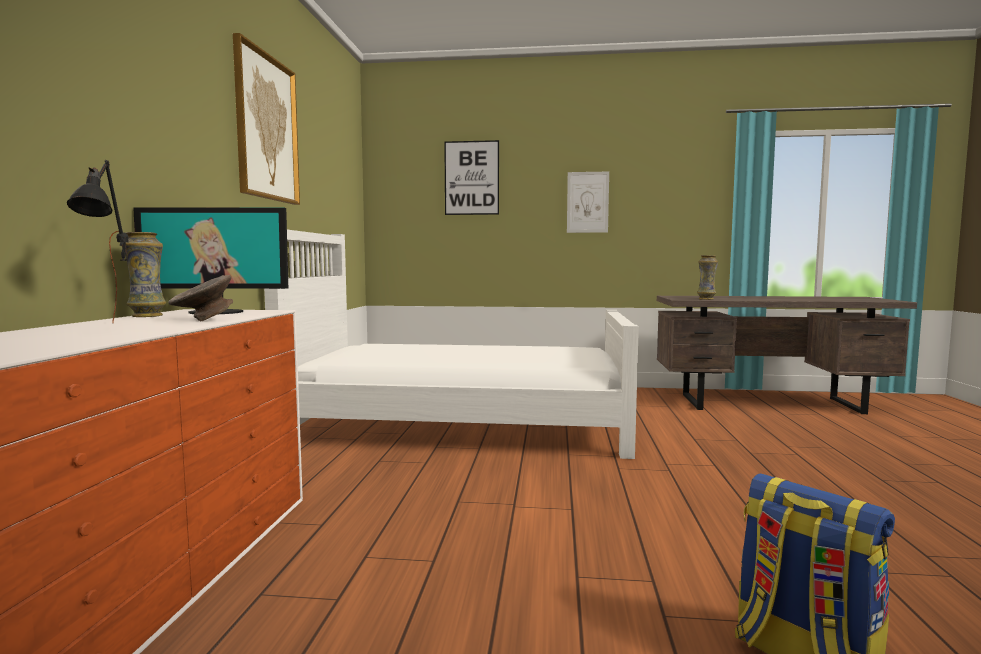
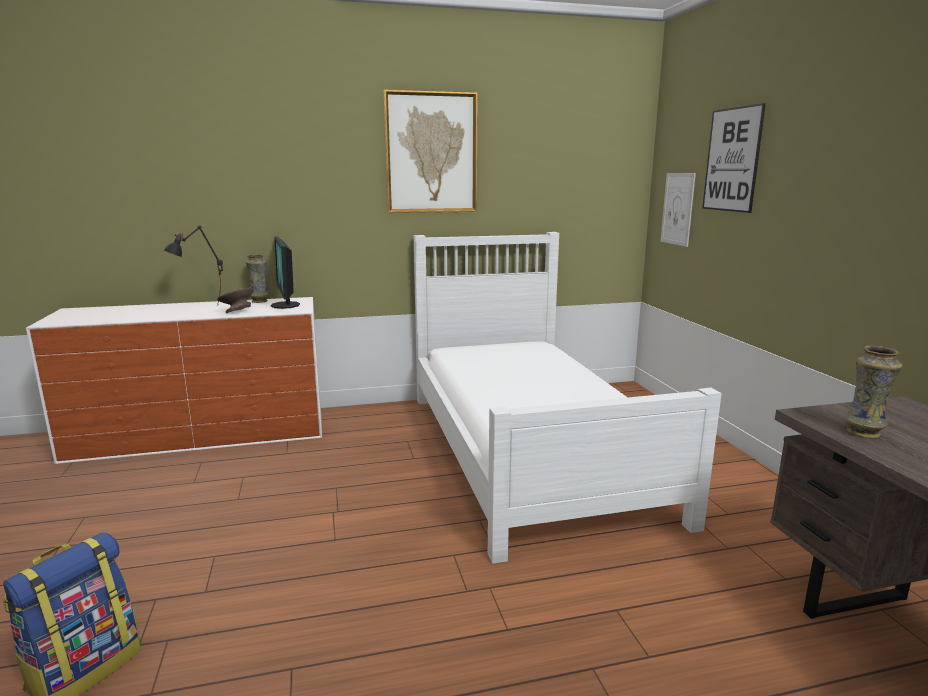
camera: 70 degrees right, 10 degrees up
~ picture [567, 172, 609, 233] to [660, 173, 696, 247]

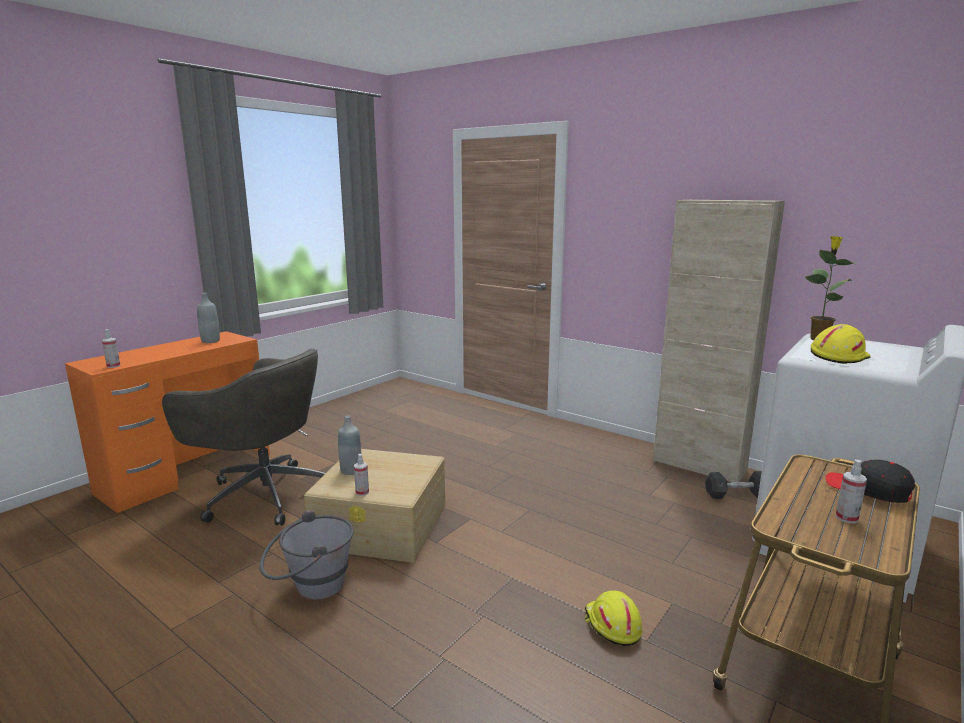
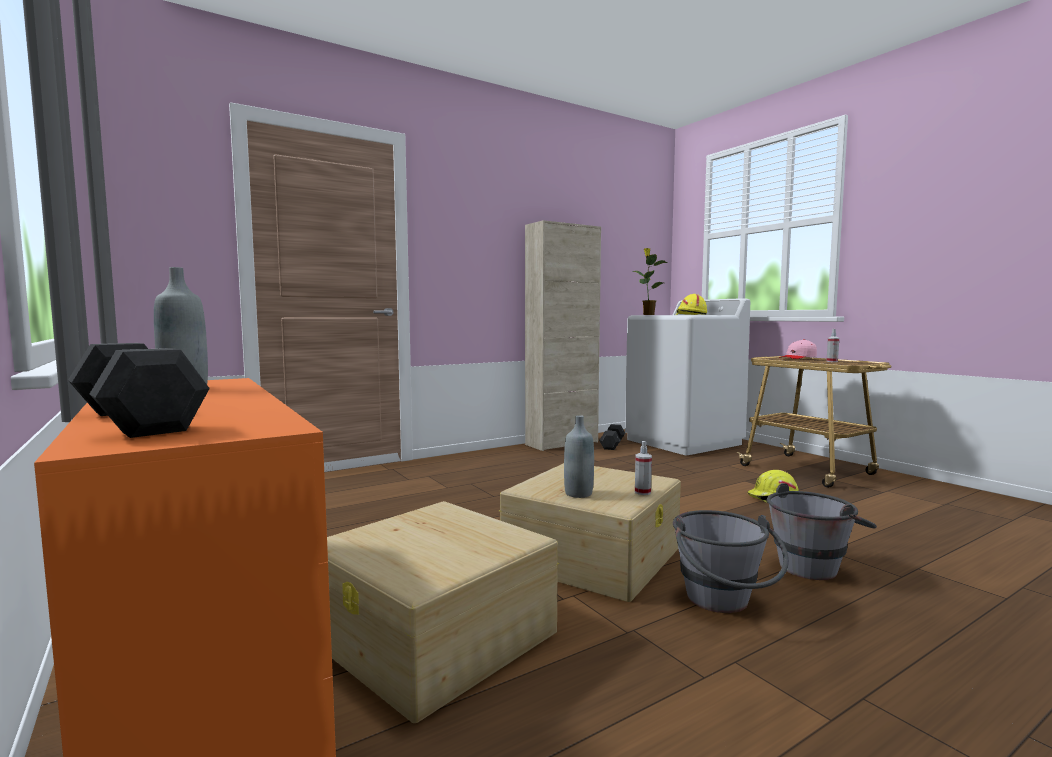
camera: 70 degrees left, 10 degrees down
- spray bottle [102, 329, 121, 368]
+ greyish dumbbell [68, 343, 210, 438]
+ greyish bucket [767, 483, 877, 580]
~ greyish desk chair [162, 349, 326, 526] to beige-coloured storage container [327, 501, 559, 723]
~ blackish peaked cap [826, 460, 915, 503] to pink-coloured peaked cap [779, 339, 817, 359]

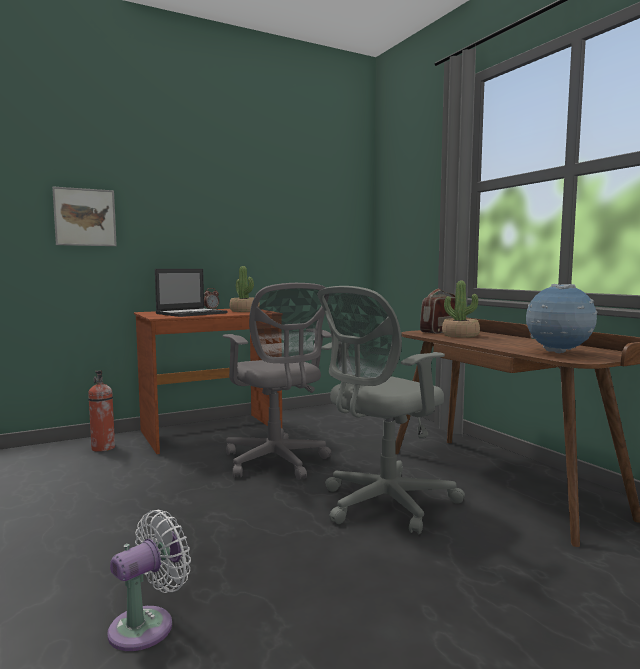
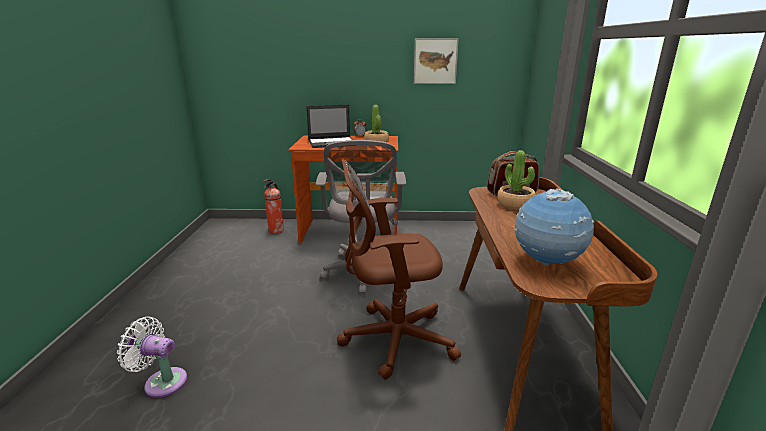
camera: 30 degrees right, 15 degrees up
~ picture [52, 187, 117, 246] to [414, 38, 459, 84]
~ greyish desk chair [318, 286, 465, 535] to brown desk chair [337, 159, 461, 379]
~ white electric fan [107, 510, 191, 651] = [117, 317, 187, 398] 150 degrees counterclockwise

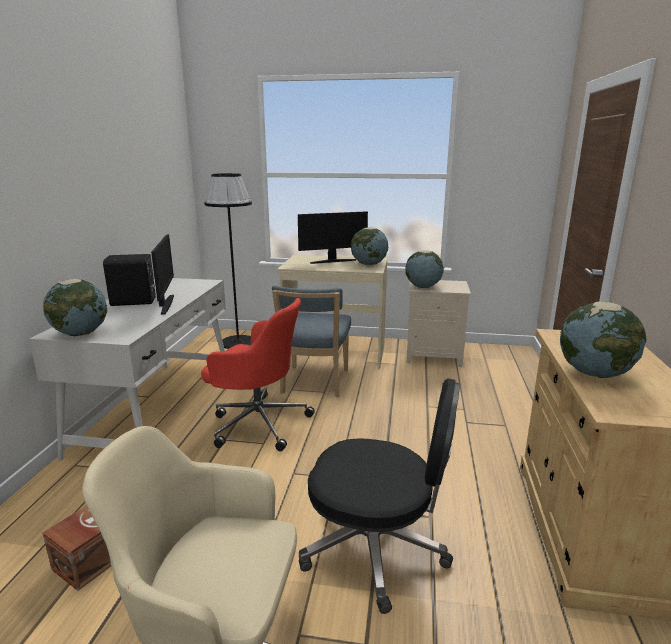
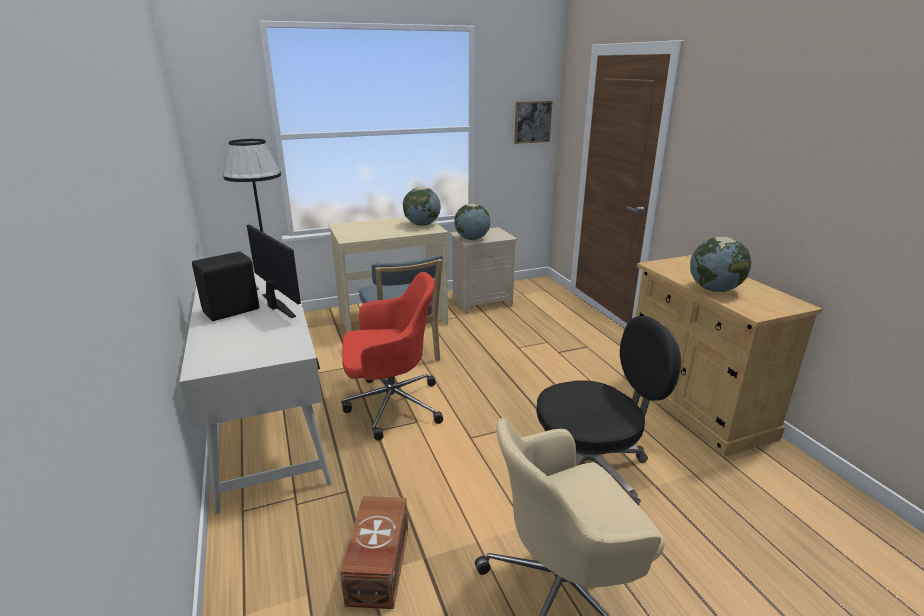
camera: 30 degrees left, 5 degrees up
- world globe [43, 279, 107, 336]
- computer screen [298, 211, 368, 264]
+ picture [514, 101, 553, 144]

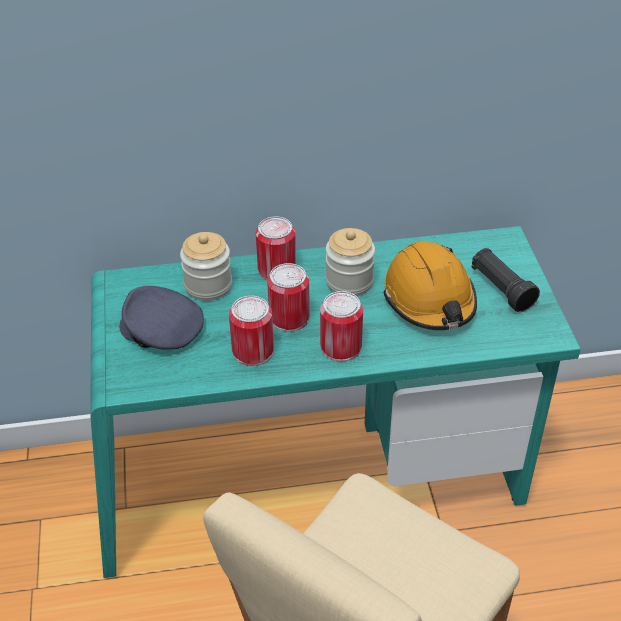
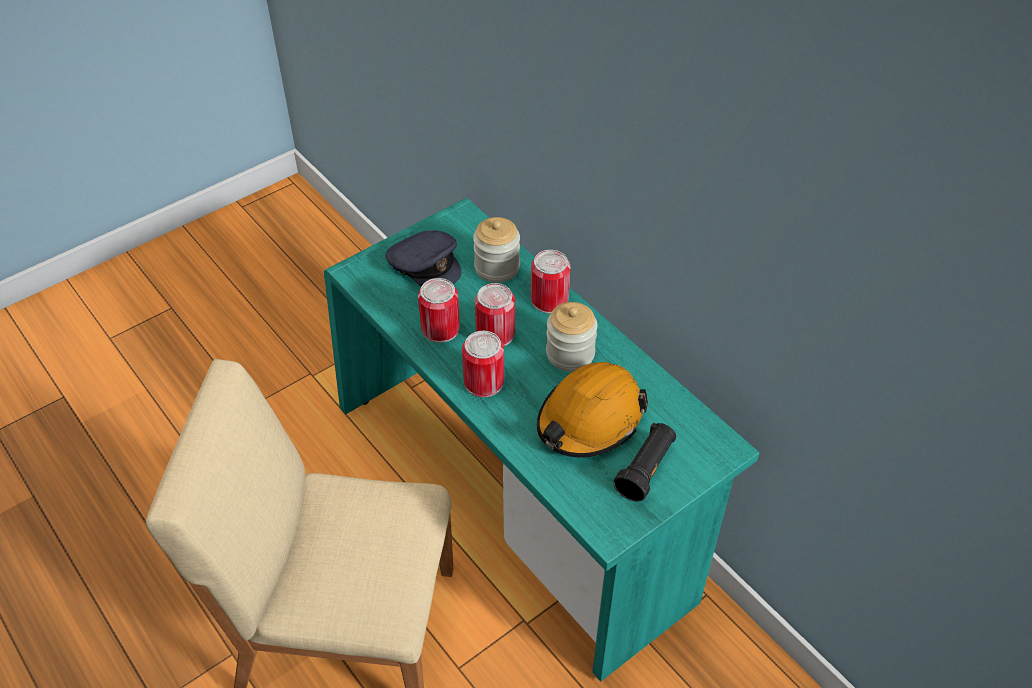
camera: 60 degrees right, 5 degrees up
~ greyish peaked cap [119, 286, 204, 349] = [386, 230, 461, 286] 135 degrees clockwise

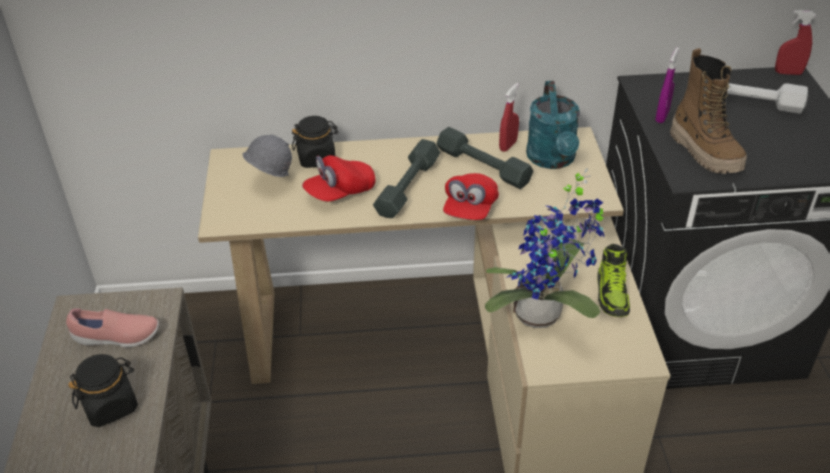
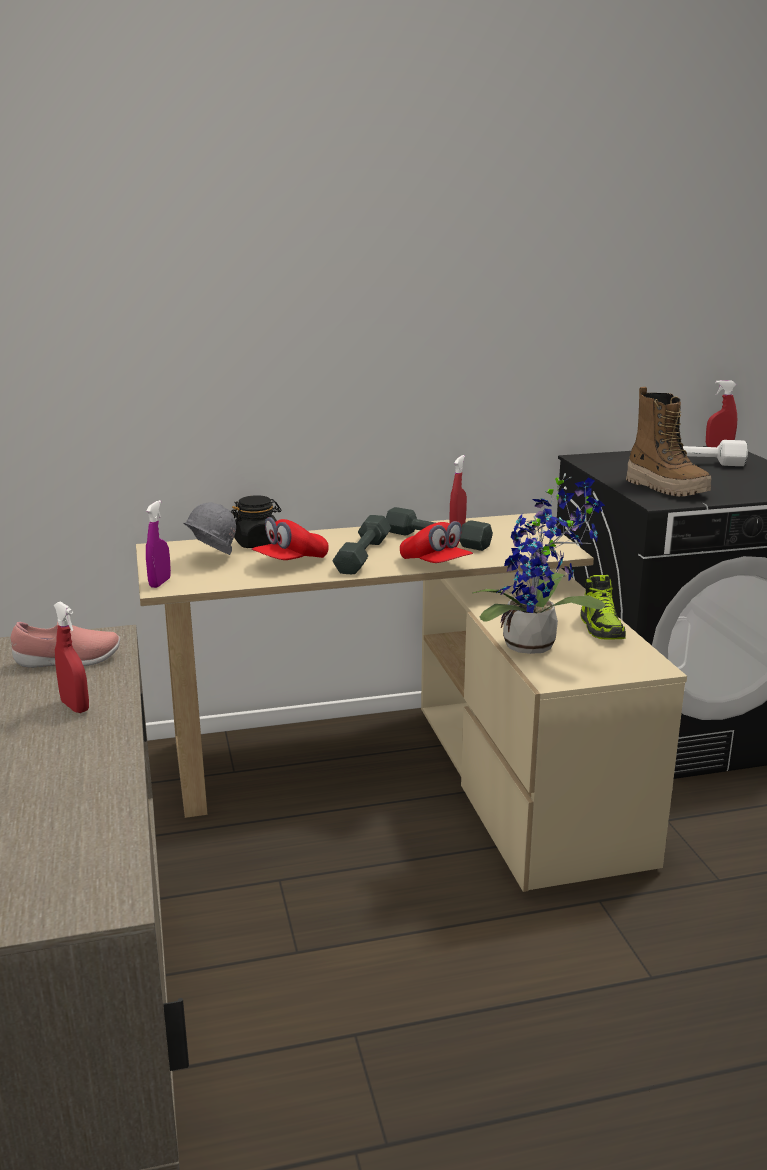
camera: 10 degrees left, 20 degrees down
- turquoise-coloured watering can [526, 81, 580, 169]
~ purple spray bottle [655, 47, 679, 123] to [146, 500, 171, 588]
~ blackish storage jar [68, 354, 138, 427] to reddish spray bottle [54, 601, 89, 713]
~ reddish peaked cap [443, 173, 499, 220] = [400, 521, 473, 563] 45 degrees counterclockwise

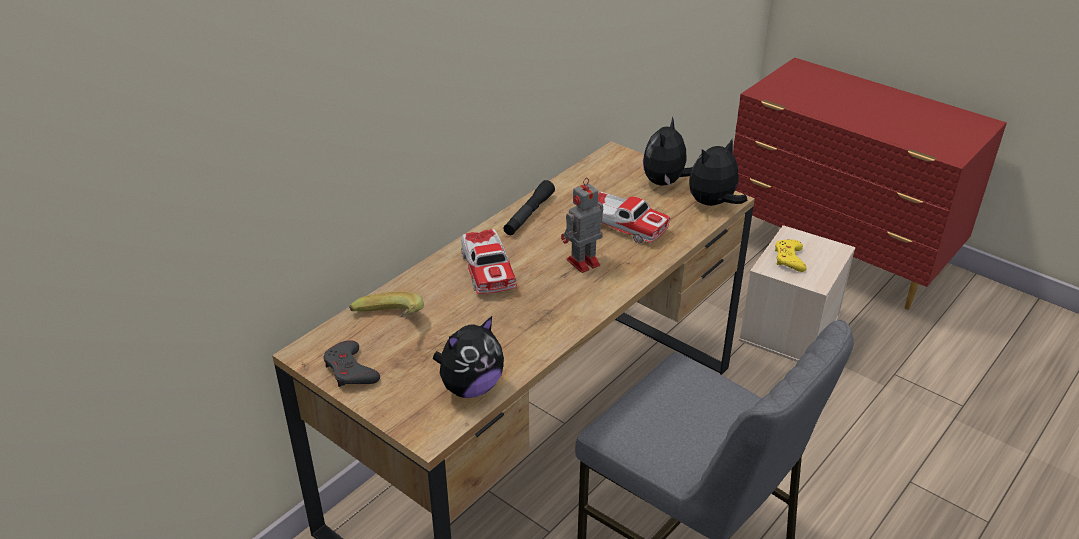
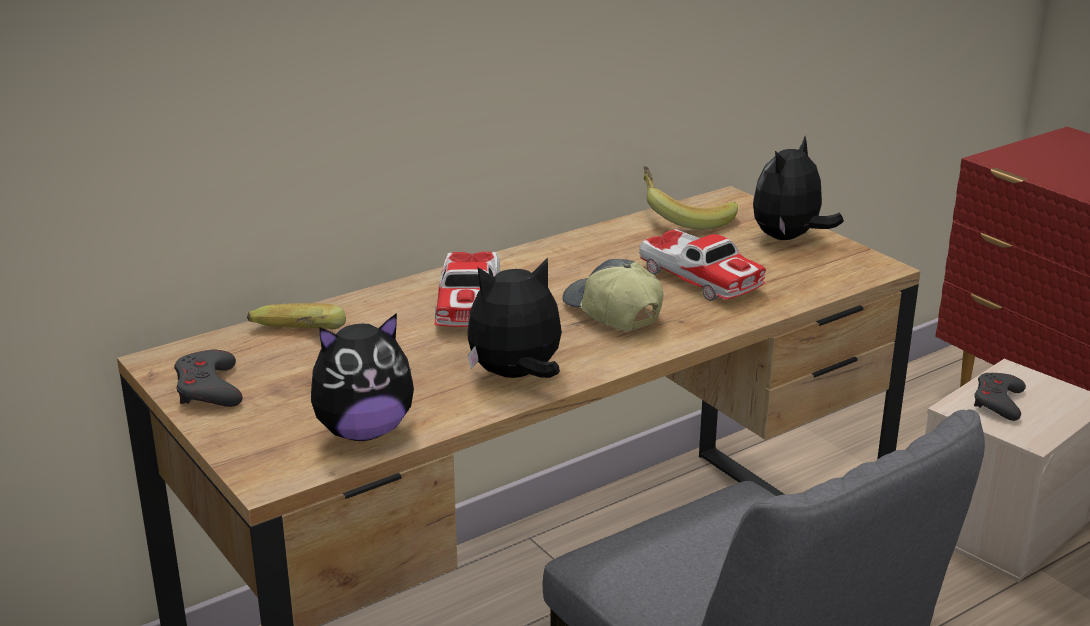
camera: 15 degrees right, 10 degrees down
- blackish hand torch [503, 180, 555, 235]
+ whole banana [643, 166, 738, 230]
~ soft toy [689, 139, 747, 206] to [467, 257, 562, 378]
~ model robot [561, 178, 603, 273] to peaked cap [562, 259, 663, 331]
~ yellow gamepad [775, 239, 807, 272] to greyish gamepad [974, 373, 1026, 421]

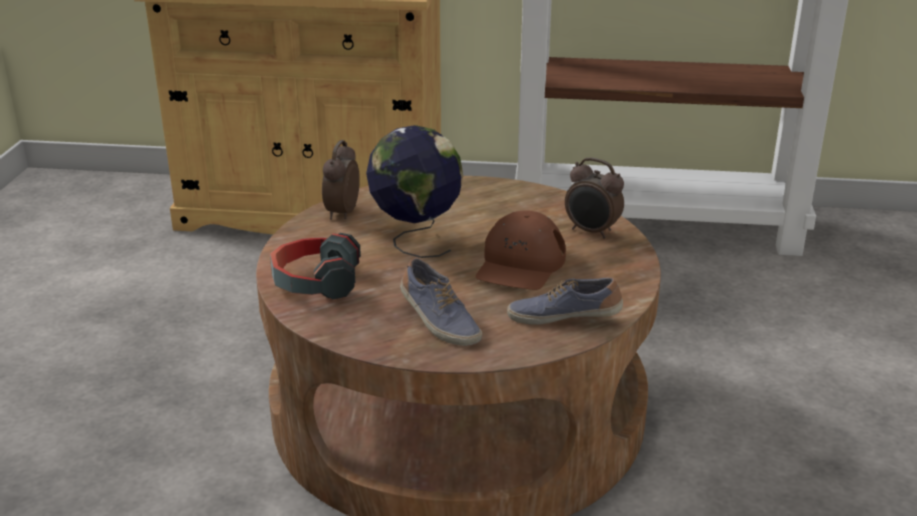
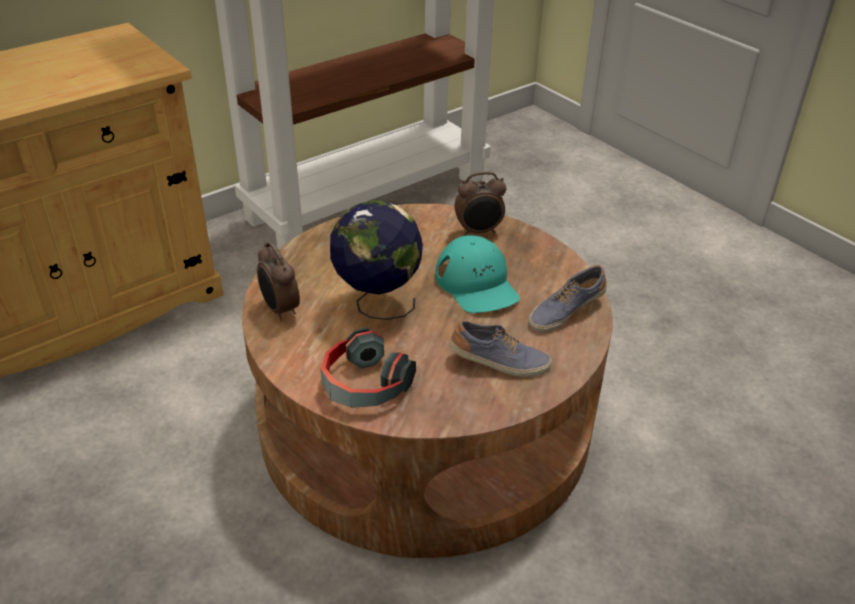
camera: 45 degrees left, 10 degrees up
~ brown peaked cap [476, 211, 566, 290] to turquoise-coloured peaked cap [435, 235, 520, 313]

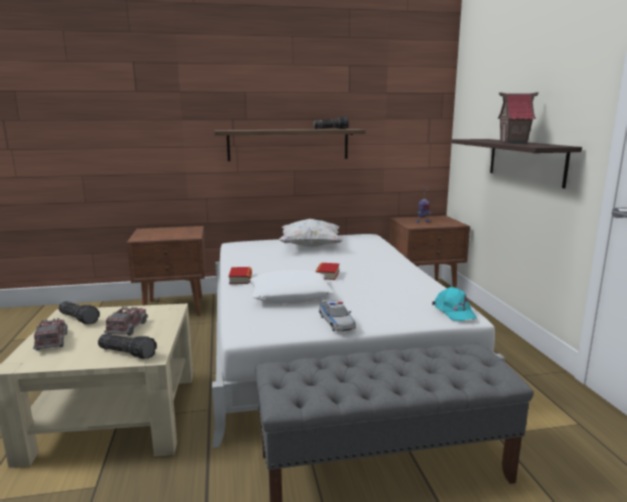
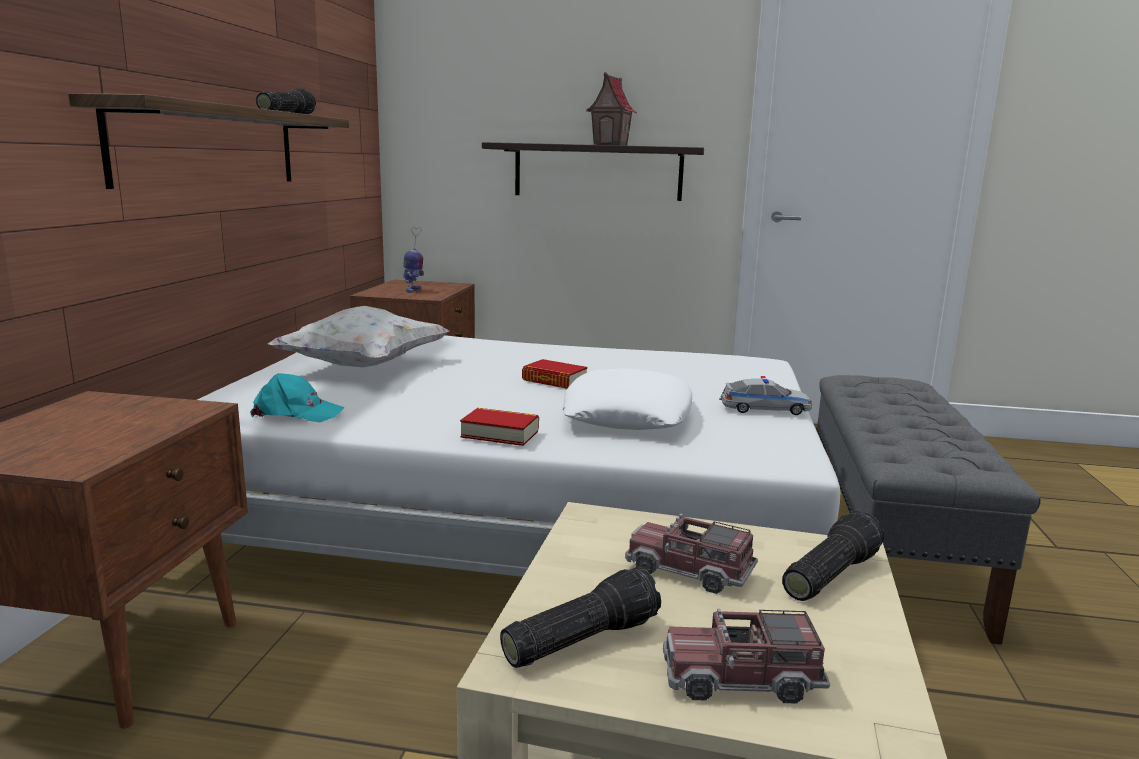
camera: 70 degrees left, 0 degrees up
~ turquoise-coloured peaked cap [432, 287, 477, 321] to [250, 373, 345, 422]

